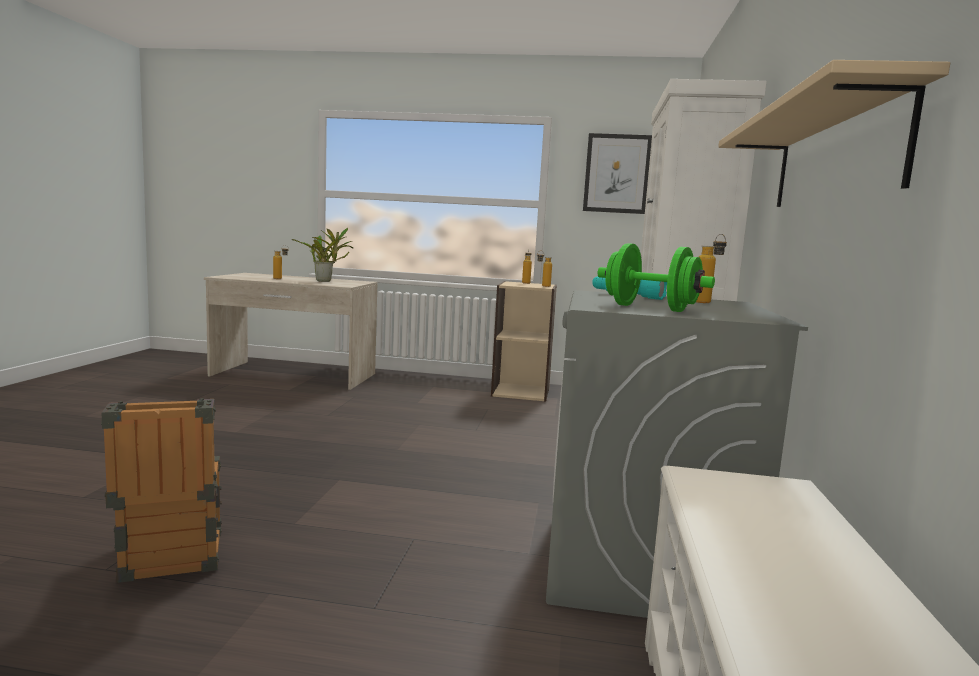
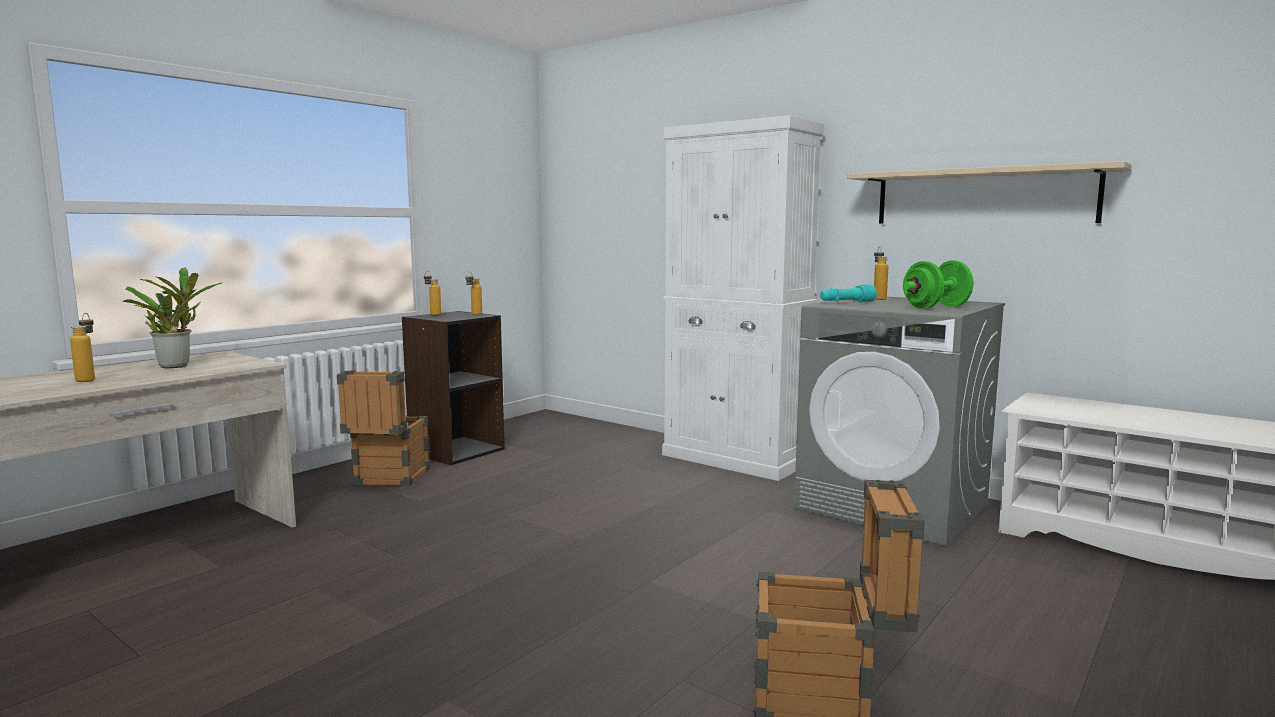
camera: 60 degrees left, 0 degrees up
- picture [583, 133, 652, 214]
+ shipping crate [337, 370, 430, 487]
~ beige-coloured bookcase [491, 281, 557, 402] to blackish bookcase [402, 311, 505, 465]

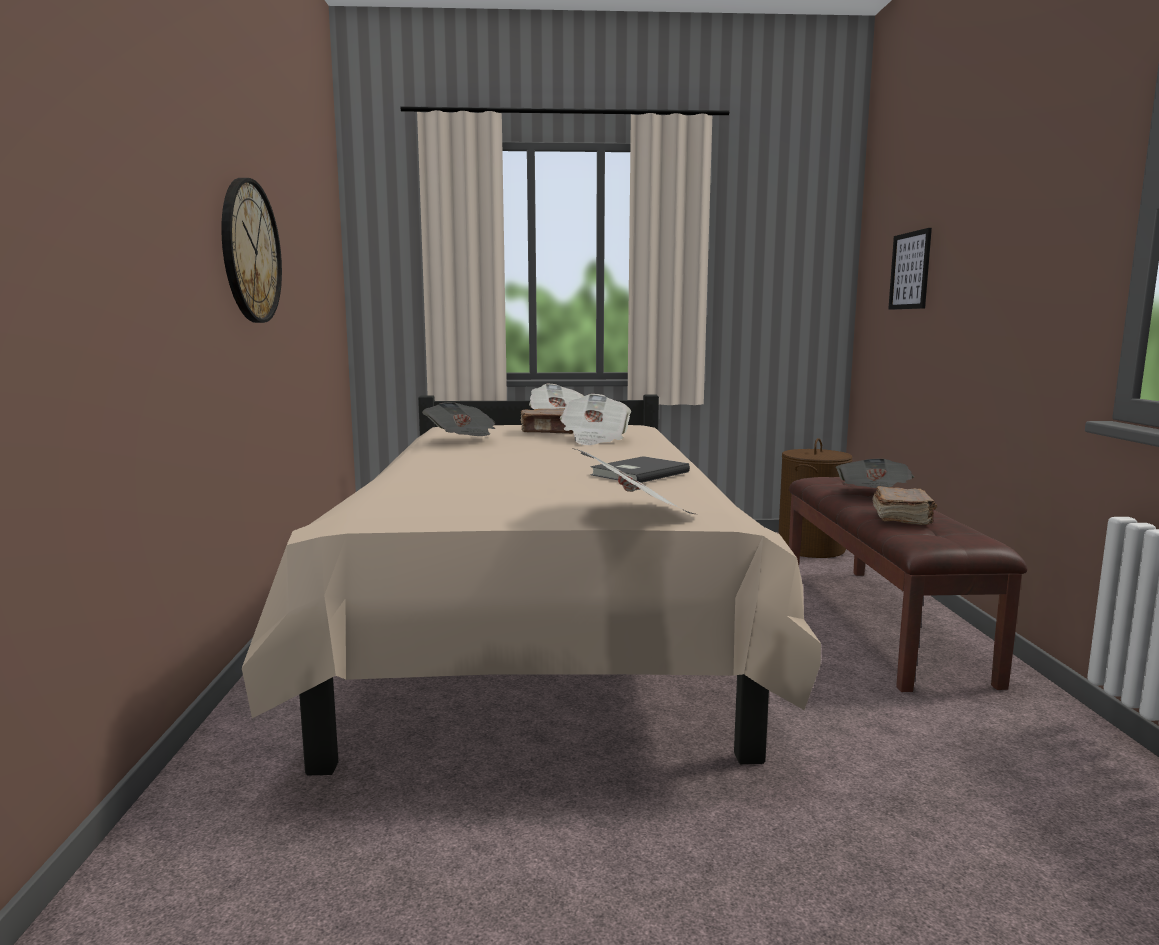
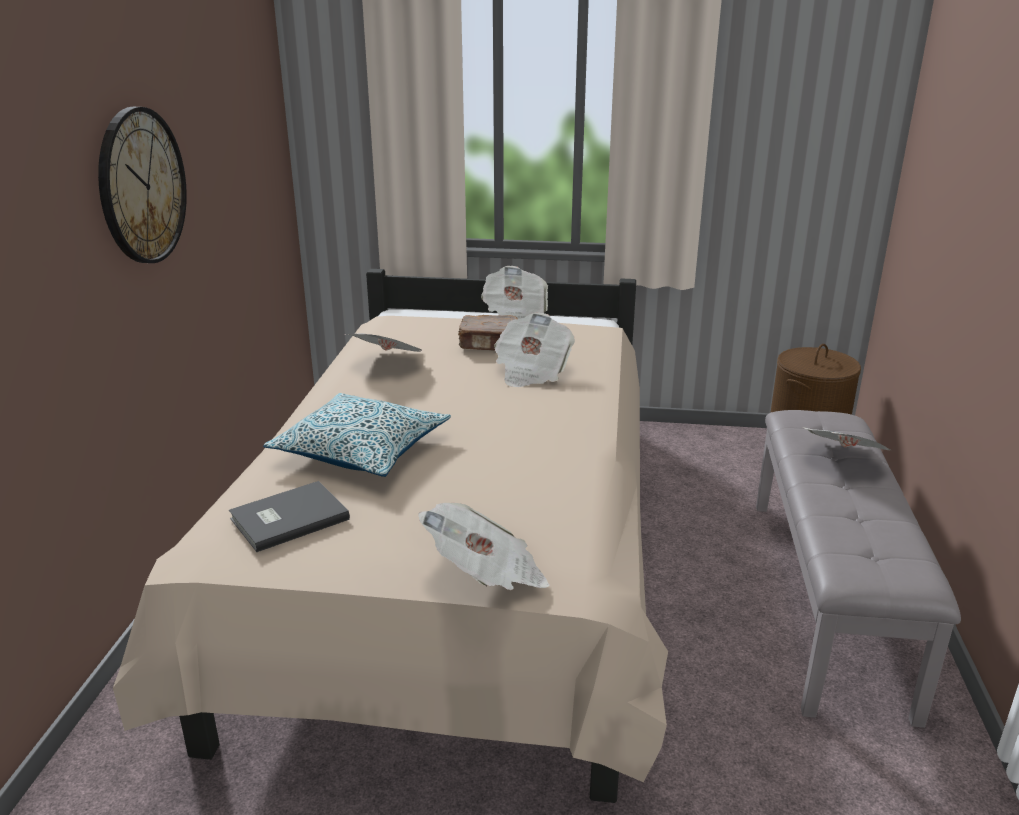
camera: 10 degrees right, 15 degrees up
- brown book [872, 486, 937, 525]
- picture [888, 228, 932, 310]
+ throw pillow [263, 393, 451, 477]
~ greyish book [590, 456, 690, 483] to [229, 481, 350, 552]
~ brown bench [789, 477, 1027, 692] to greyish bench [756, 410, 961, 728]

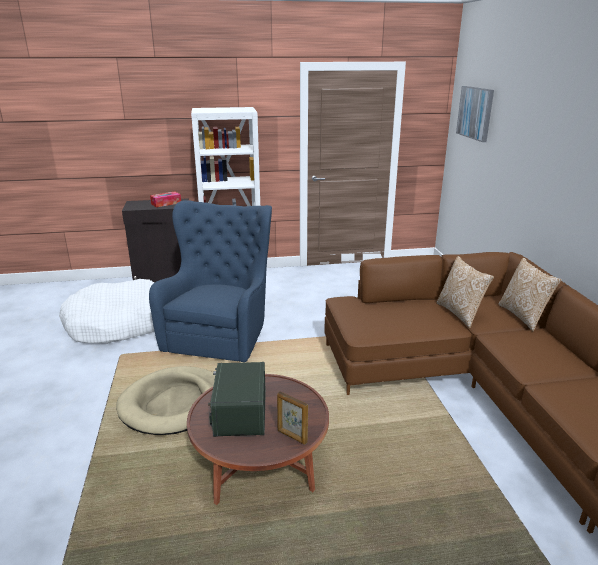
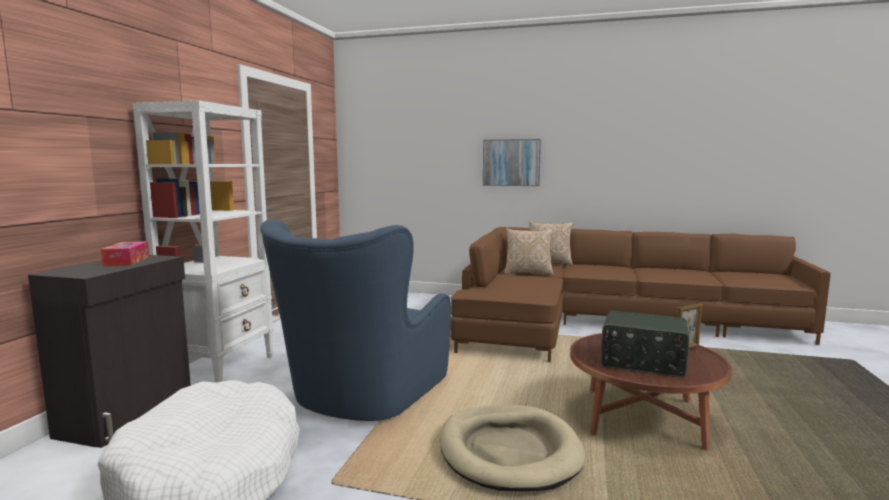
camera: 65 degrees left, 15 degrees down
~ picture [456, 86, 494, 142] to [483, 139, 541, 186]
~ blue armchair [149, 200, 272, 362] = [260, 219, 451, 421] 105 degrees counterclockwise

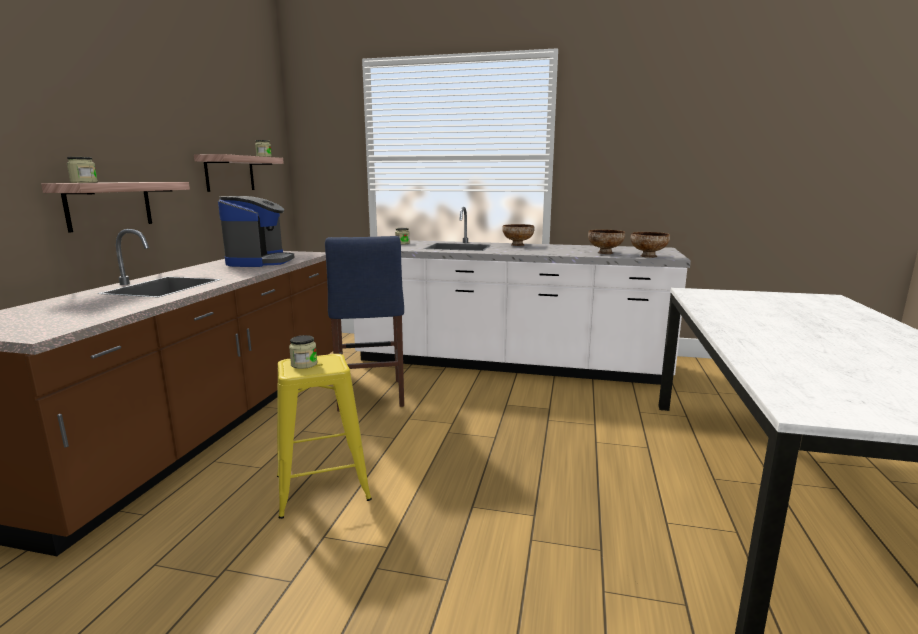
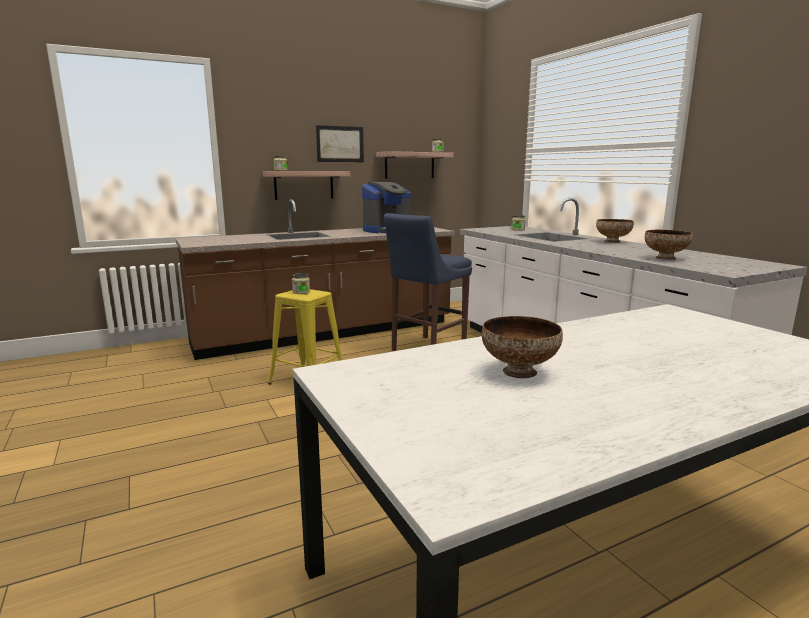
camera: 50 degrees right, 0 degrees up
+ picture [316, 125, 364, 162]
~ bowl [631, 232, 670, 258] to [482, 316, 563, 378]

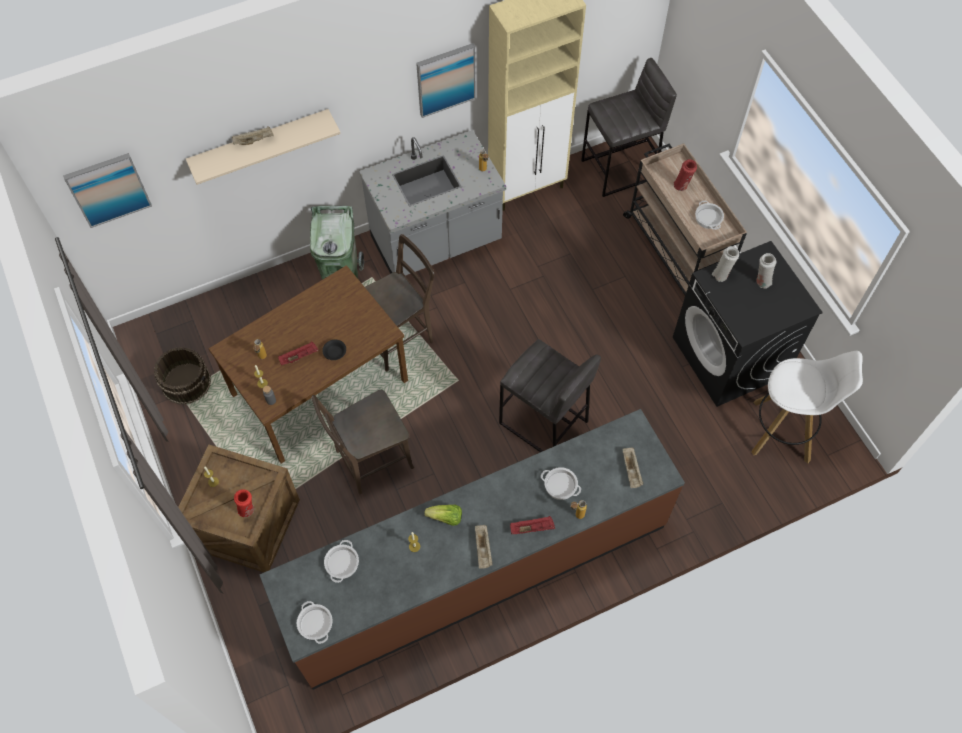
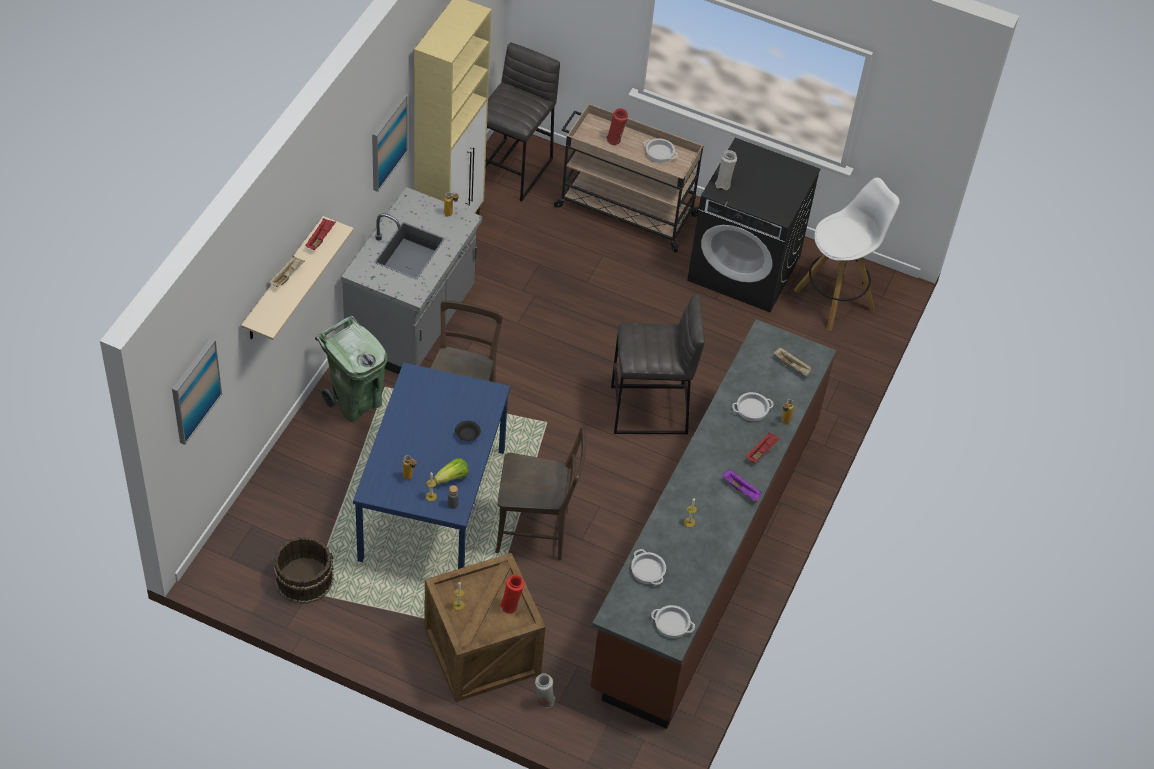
camera: 45 degrees left, 10 degrees down
~ reddish serving tray [278, 342, 319, 365] to [305, 218, 336, 250]
~ head of lettuce [424, 505, 462, 526] to [434, 458, 469, 484]
~ white flower vase [756, 253, 776, 289] to [535, 673, 555, 708]
~ brown dining table [209, 265, 408, 463] to blue dining table [353, 363, 510, 569]
~ beige-coloured serving tray [475, 525, 493, 569] to purple serving tray [722, 470, 762, 502]
~ brown chair [312, 390, 414, 494] = [495, 427, 586, 560] 105 degrees counterclockwise

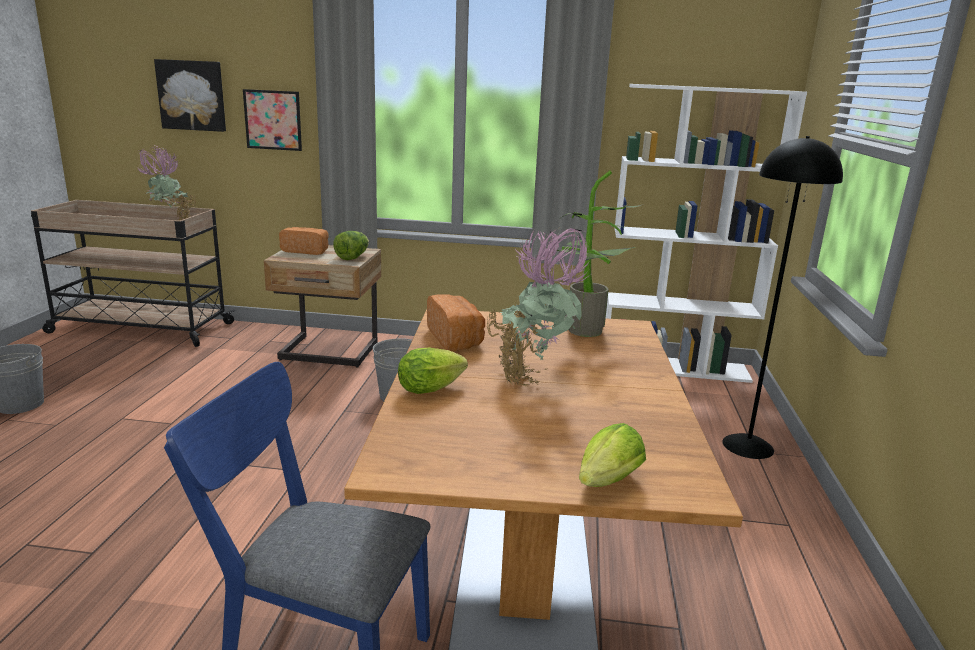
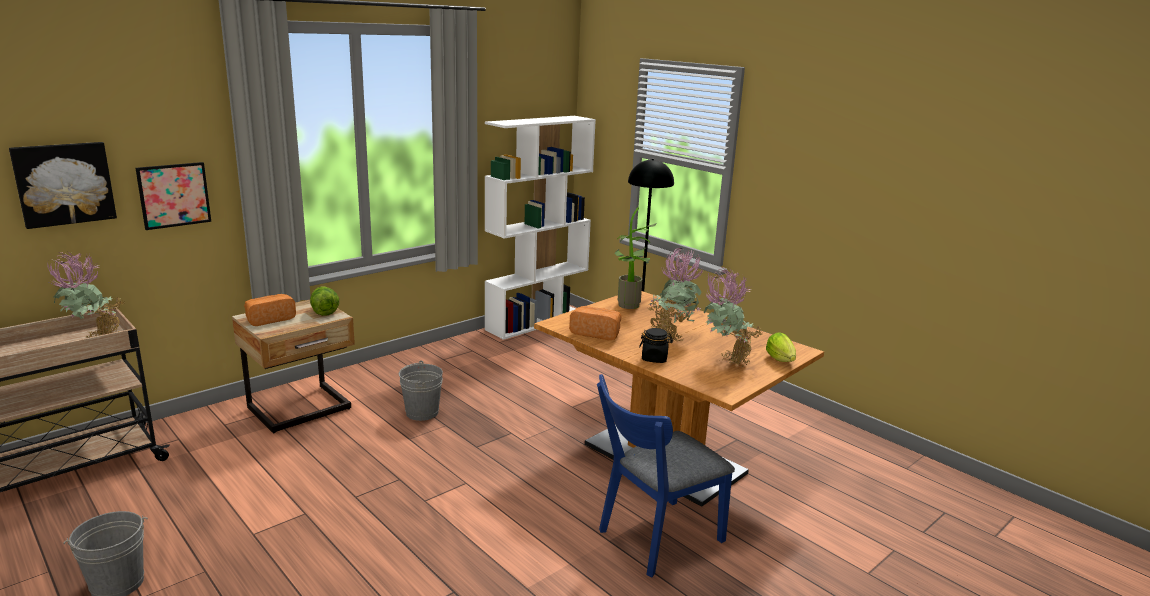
camera: 50 degrees left, 0 degrees up
+ houseplant [704, 267, 763, 367]
~ head of lettuce [398, 348, 468, 394] to blackish storage jar [639, 328, 673, 363]

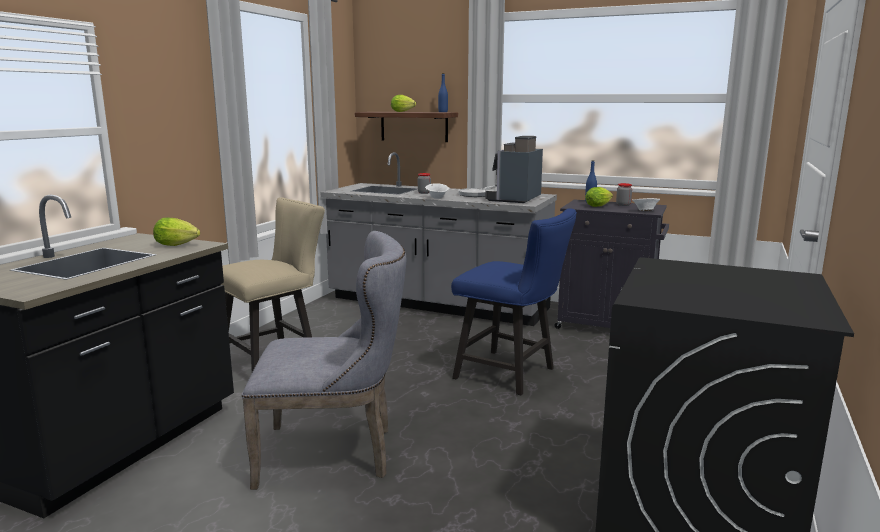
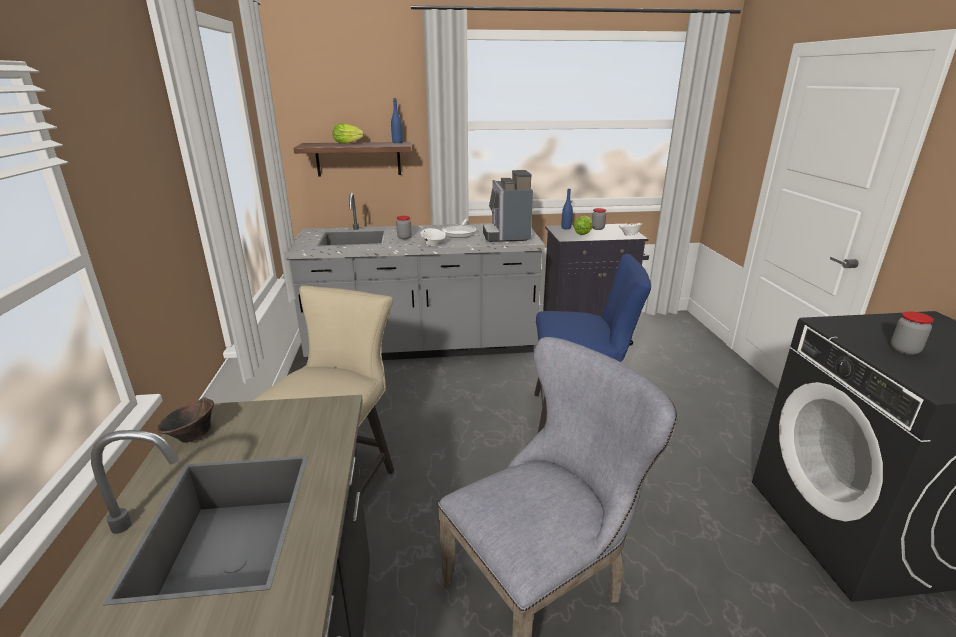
camera: 30 degrees left, 10 degrees up
- head of lettuce [153, 218, 200, 246]
+ brown bowl [157, 397, 214, 443]
+ storage jar [891, 311, 934, 355]

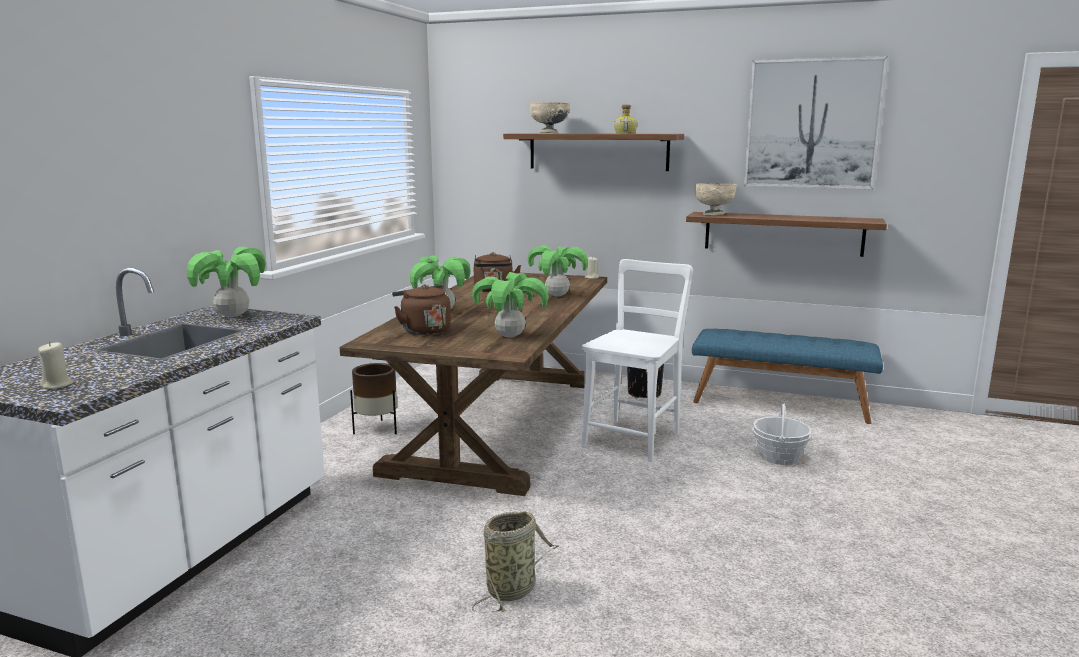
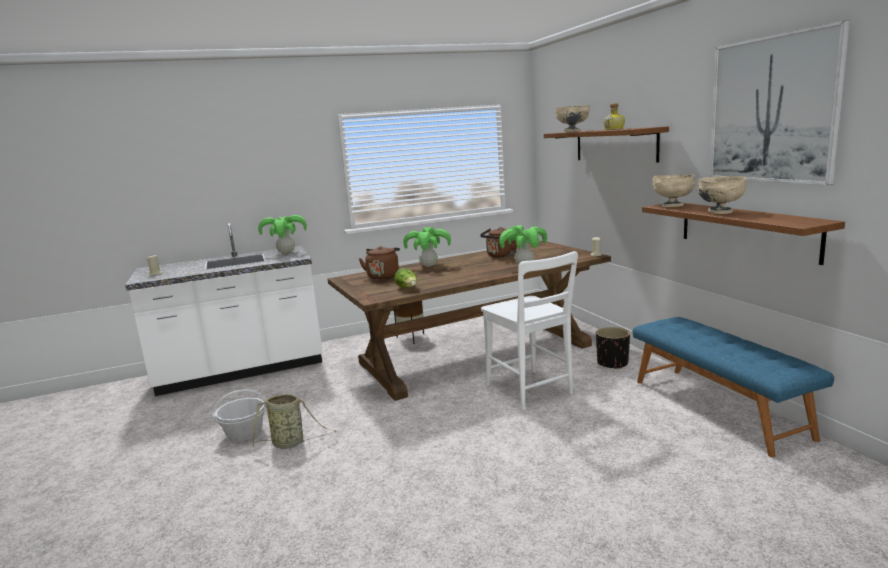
camera: 50 degrees right, 0 degrees up
+ beige-coloured bowl [697, 176, 747, 214]
~ basket [752, 403, 812, 465] to [210, 389, 266, 442]
~ houseplant [472, 272, 549, 338] to head of lettuce [395, 268, 417, 288]
~ white chair [581, 259, 693, 462] = [481, 251, 578, 410] 75 degrees clockwise

